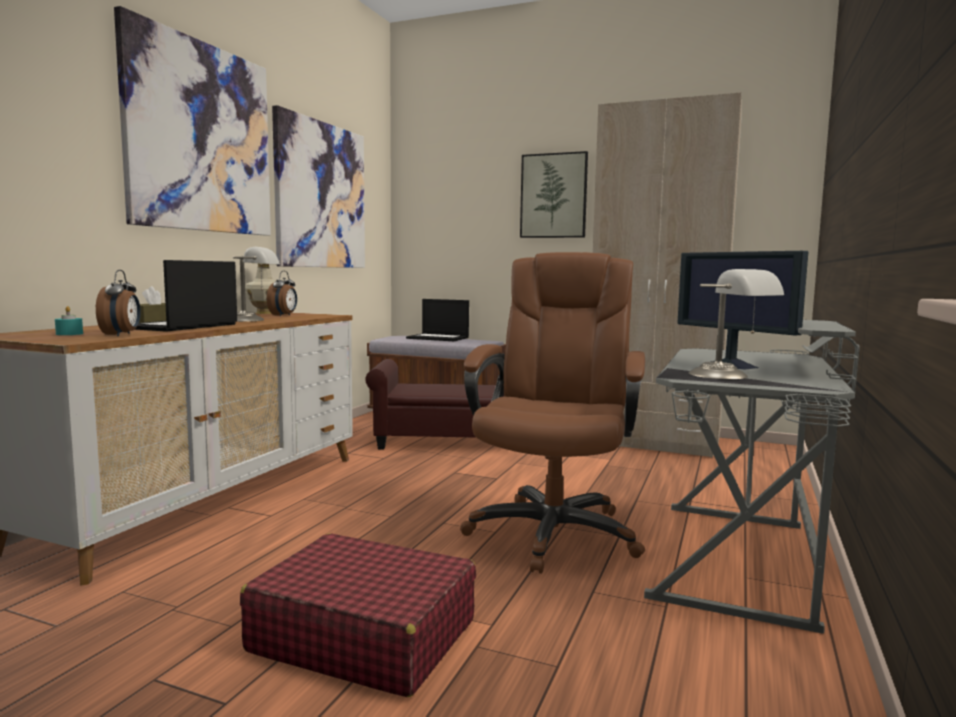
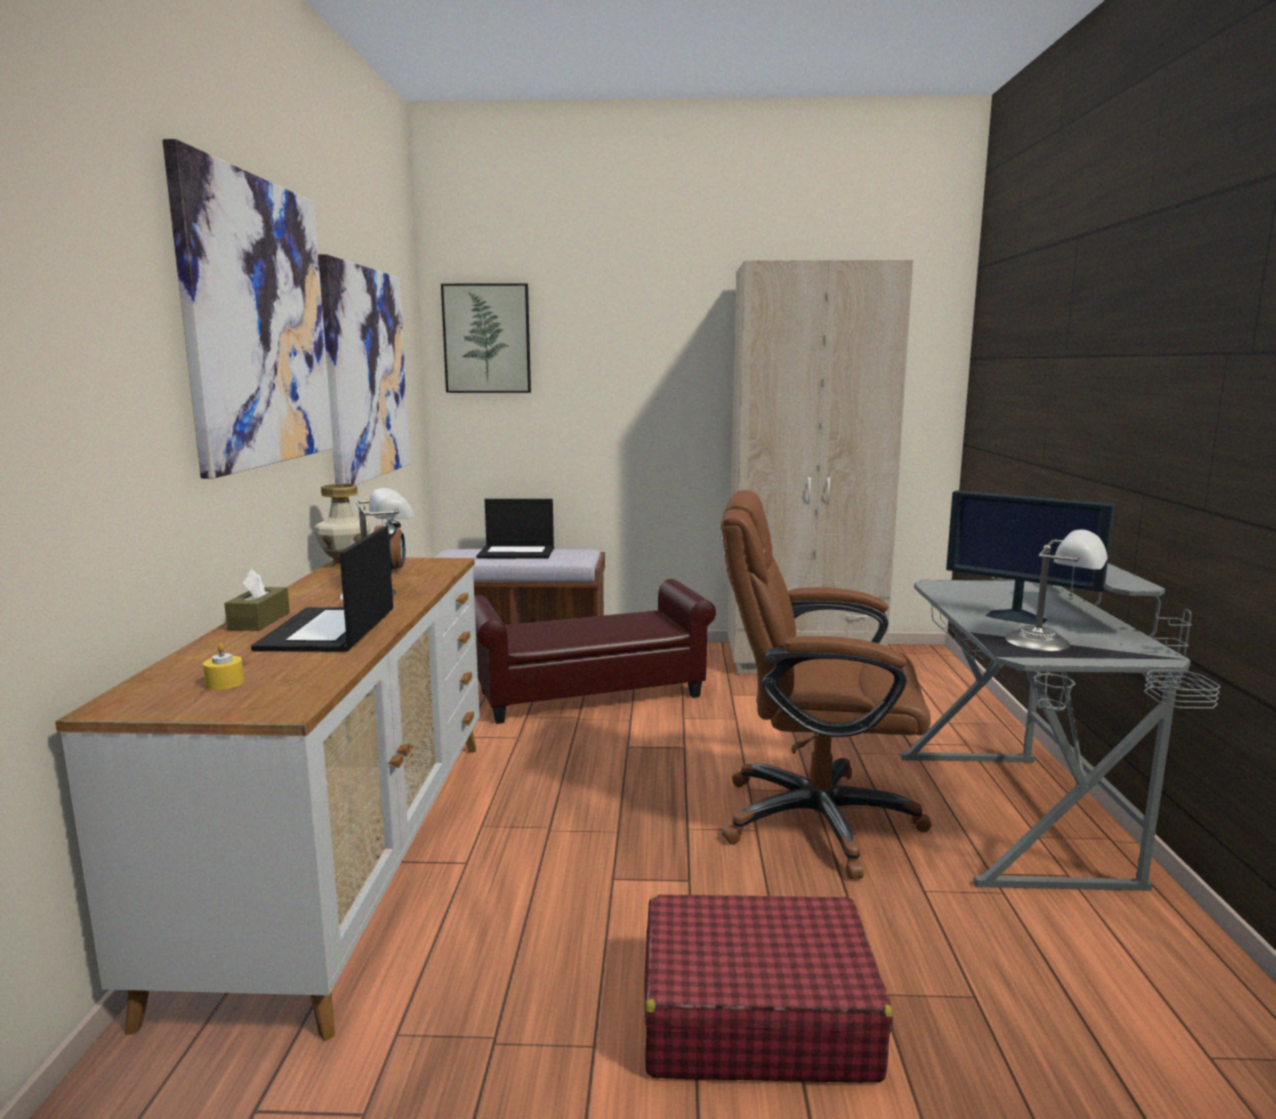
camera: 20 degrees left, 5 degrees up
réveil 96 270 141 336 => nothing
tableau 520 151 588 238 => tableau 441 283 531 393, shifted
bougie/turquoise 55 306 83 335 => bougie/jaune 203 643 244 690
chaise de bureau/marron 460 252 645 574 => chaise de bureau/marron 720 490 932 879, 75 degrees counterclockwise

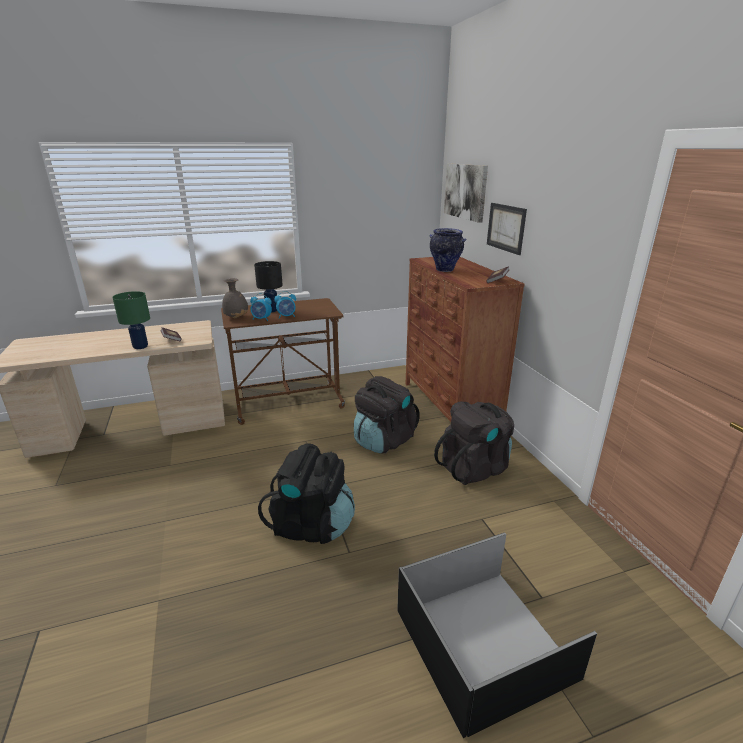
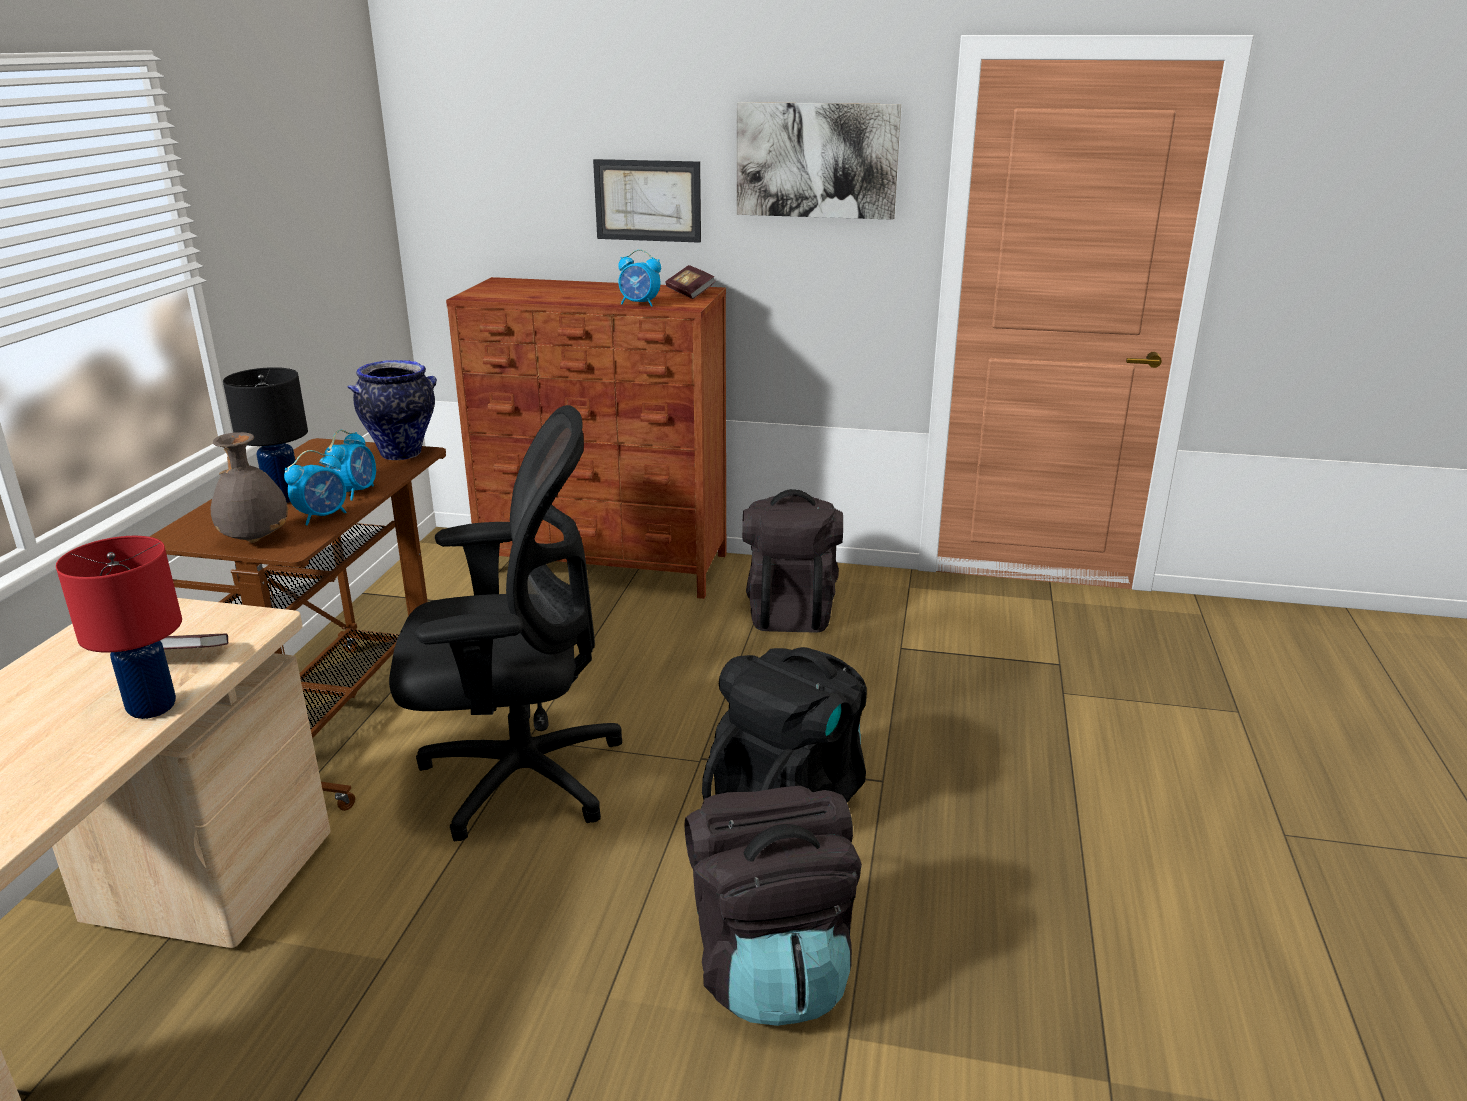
camera: 60 degrees left, 0 degrees up
boîte de rangement/noir 397 532 597 738 => nothing
nothing => chaise de bureau/noir 389 405 622 842
nothing => réveil 618 249 661 307
sac à dos/noir 354 376 420 453 => sac à dos/noir 685 786 862 1026, shifted
vase 430 228 467 272 => vase 348 360 437 460, shifted
tableau 444 163 488 223 => tableau 737 102 901 220, shifted
lampe de table/vert 112 291 150 349 => lampe de table/rouge 56 536 182 719

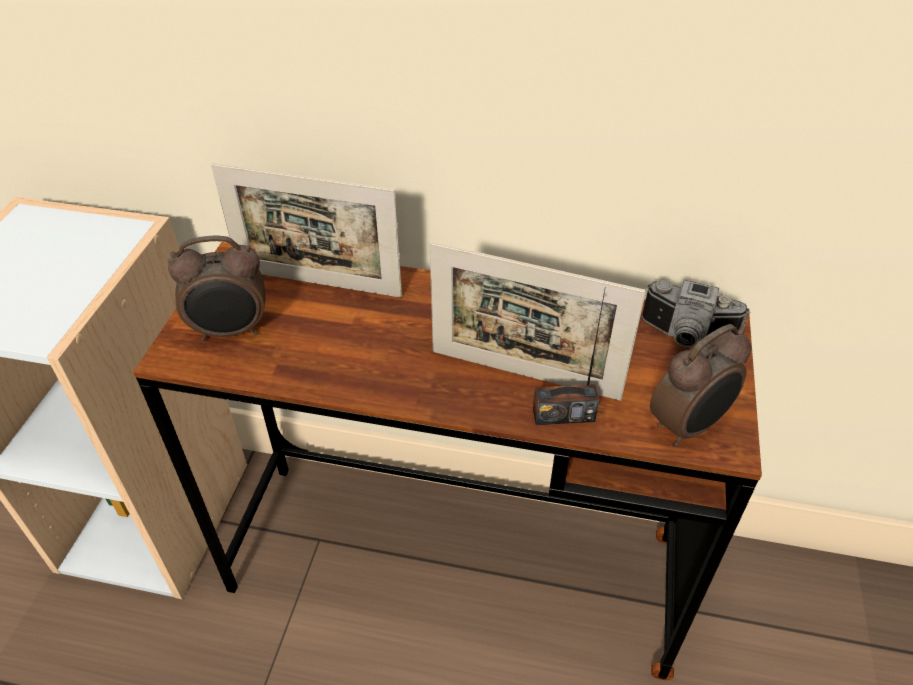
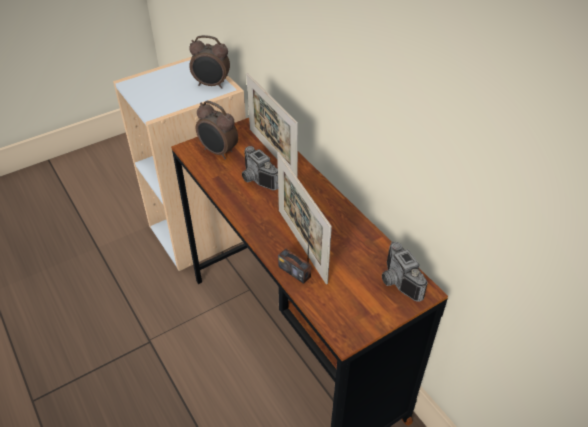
camera: 45 degrees right, 0 degrees up
nothing => appareil photo 242 146 278 190
réveil 650 324 752 447 => réveil 189 35 230 89, shifted

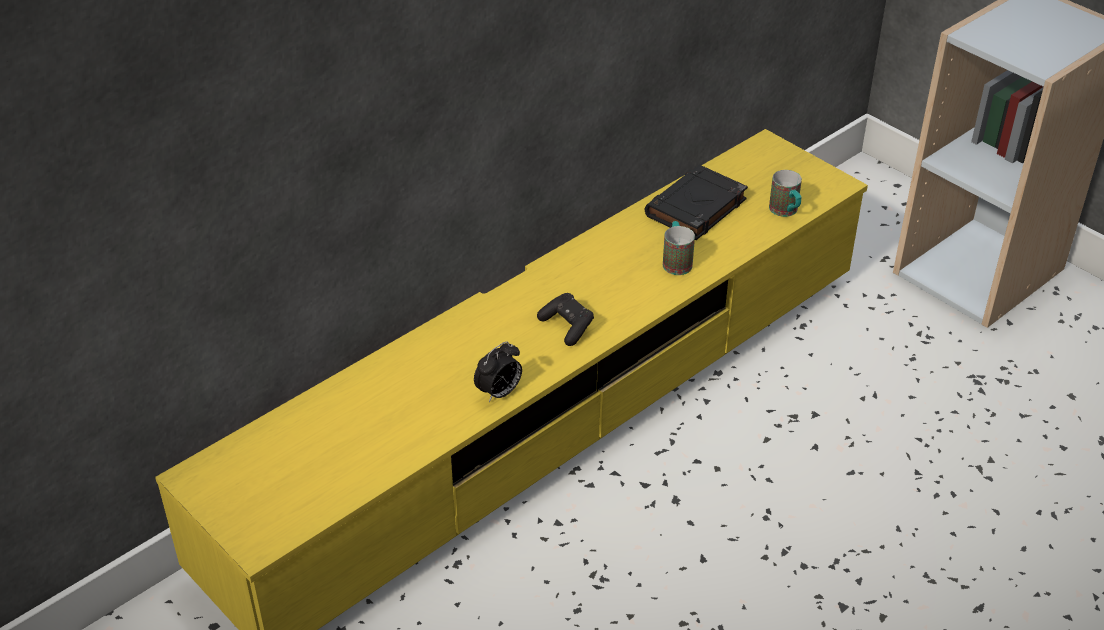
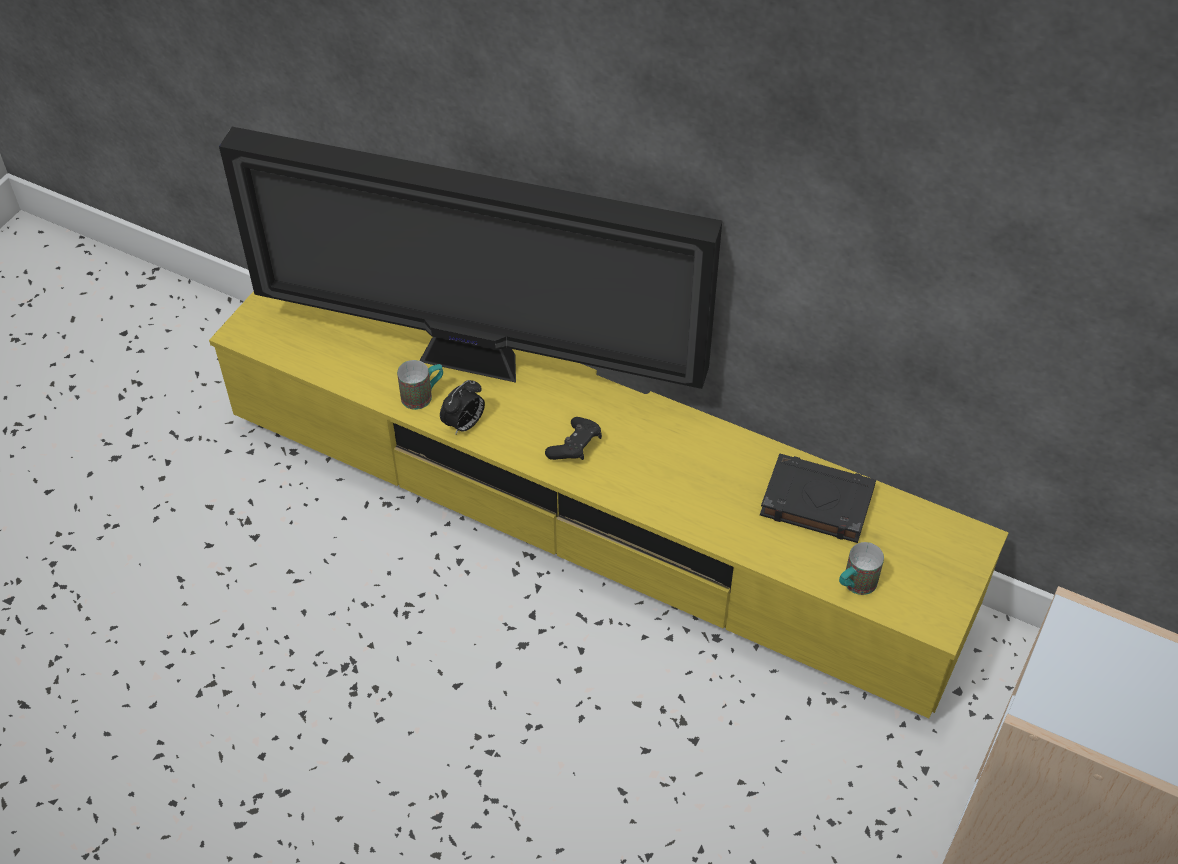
camera: 70 degrees right, 10 degrees up
nothing => téléviseur 219 127 722 389
mug 663 221 695 275 => mug 397 360 443 410, shifted
réveil 474 342 522 402 => réveil 440 380 485 435, 75 degrees counterclockwise

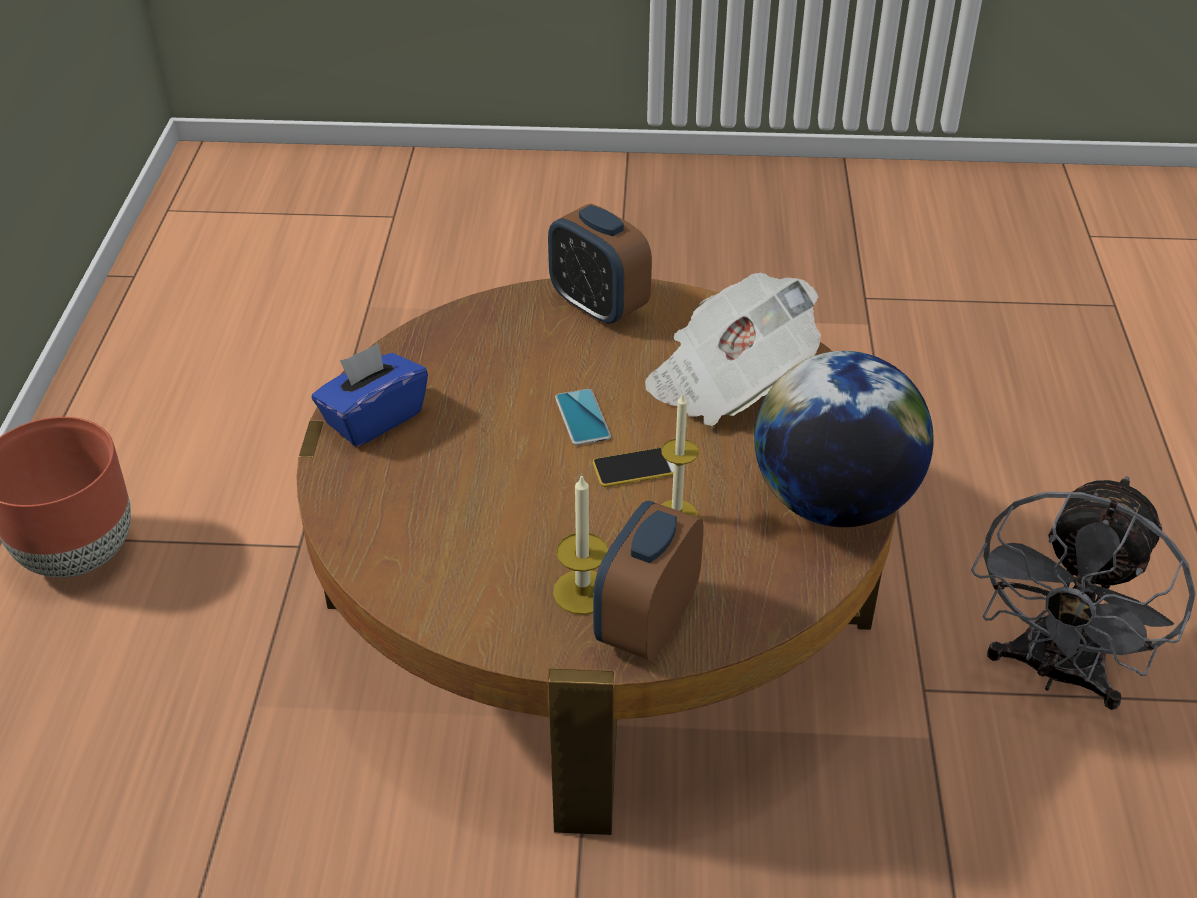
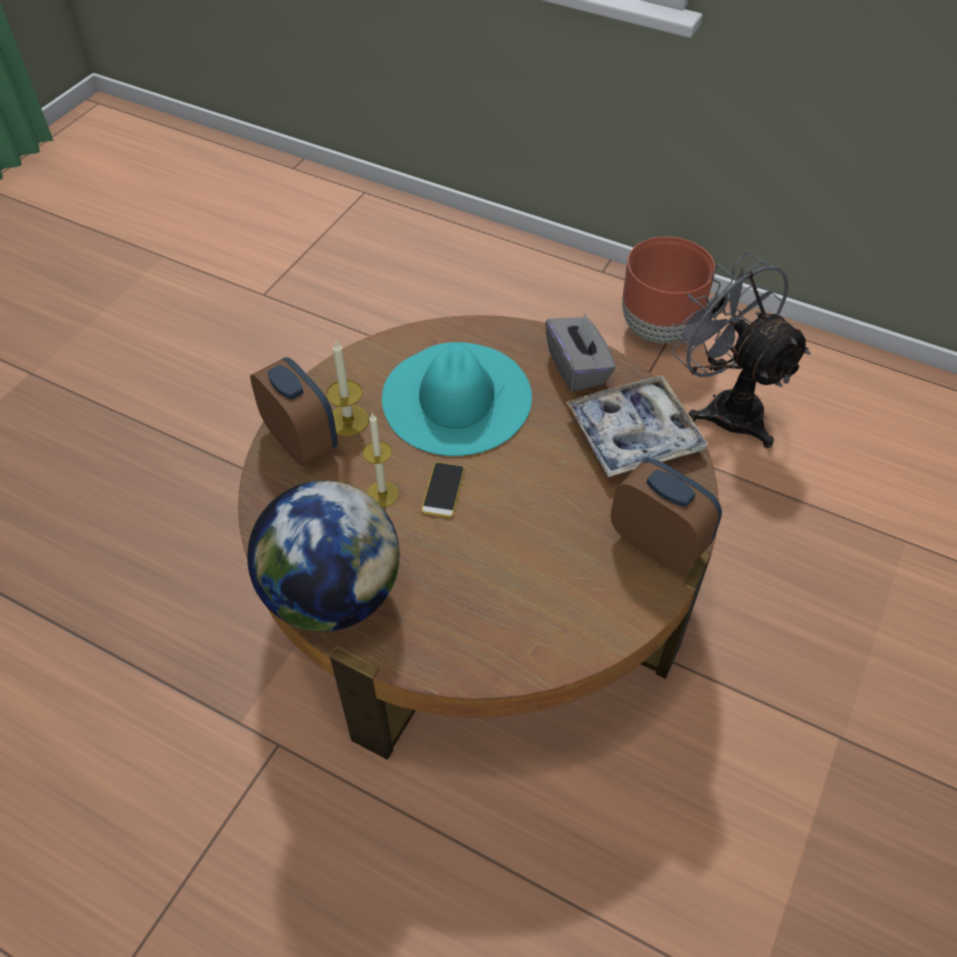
camera: 115 degrees right, 10 degrees up
téléphone 555 389 611 445 => nothing
journal 645 272 821 426 => nothing
nothing => chapeau/turquoise 382 342 532 456
nothing => plateau 566 375 708 478
ventilateur/gris 971 476 1196 710 => ventilateur/gris 670 251 811 448, shifted
boîte à mouchoirs/bleu 312 343 428 447 => boîte à mouchoirs/gris 545 313 616 392
réveil 548 204 652 326 => réveil 611 459 722 573, 60 degrees clockwise

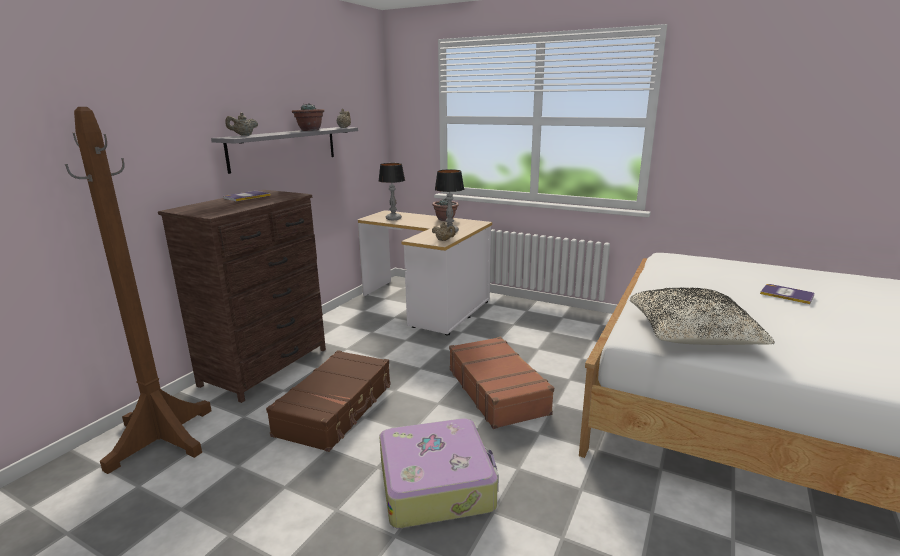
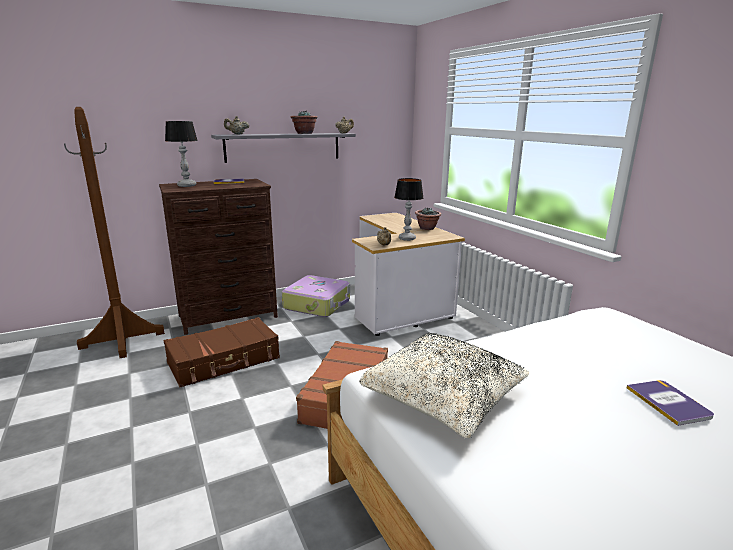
camera: 35 degrees right, 0 degrees up
lampe de table 379 163 405 220 => lampe de table 165 121 198 187, shifted
valise 379 418 499 528 => valise 282 275 350 317, shifted

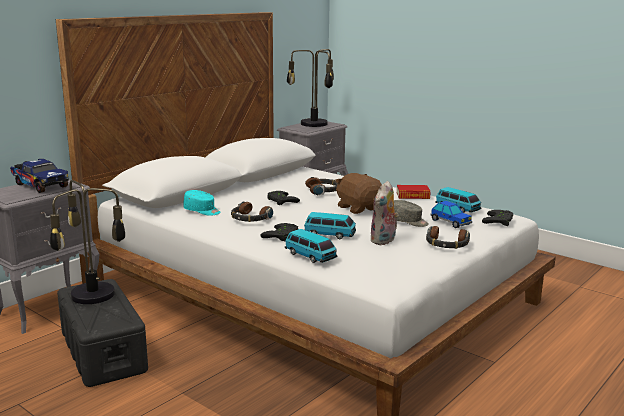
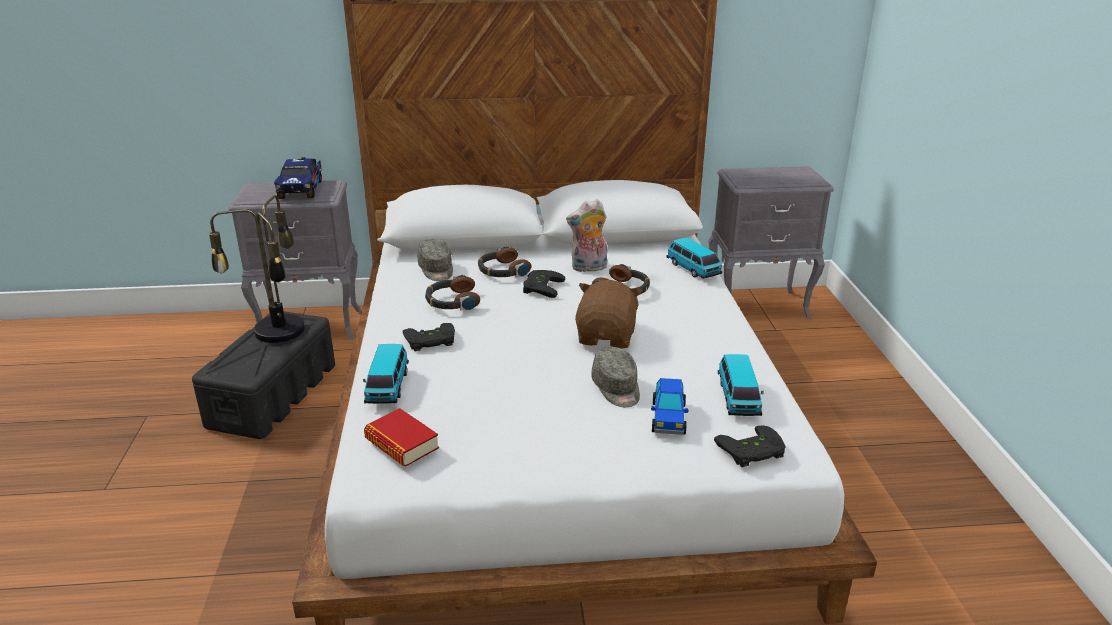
camera: 45 degrees right, 10 degrees up
lampe de table 287 49 334 127 => nothing
petite voiture 304 212 356 239 => petite voiture 667 237 722 279, shifted
peluche 371 181 399 245 => peluche 566 199 608 272, shifted
livre 397 185 430 199 => livre 364 408 439 467, shifted
casque audio 426 226 470 249 => casque audio 478 246 532 277, shifted
casquette/turquoise 183 190 220 216 => casquette/gris 418 239 453 281

